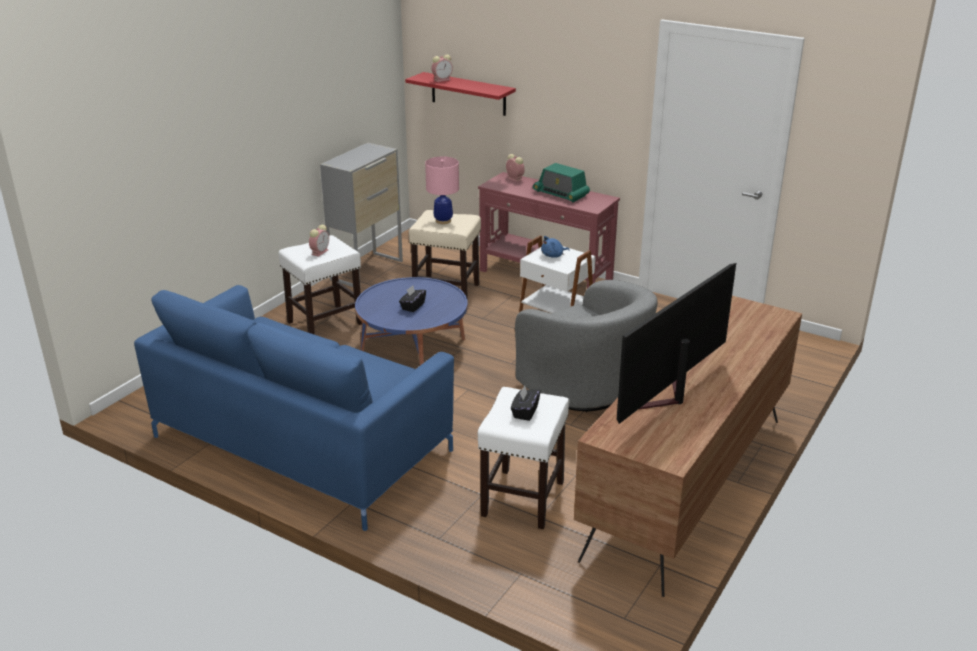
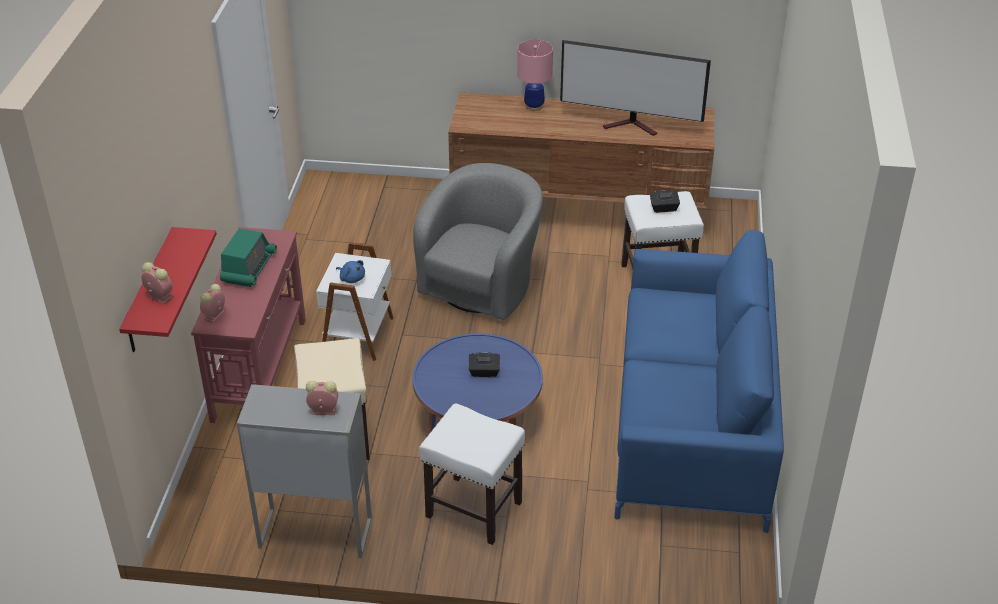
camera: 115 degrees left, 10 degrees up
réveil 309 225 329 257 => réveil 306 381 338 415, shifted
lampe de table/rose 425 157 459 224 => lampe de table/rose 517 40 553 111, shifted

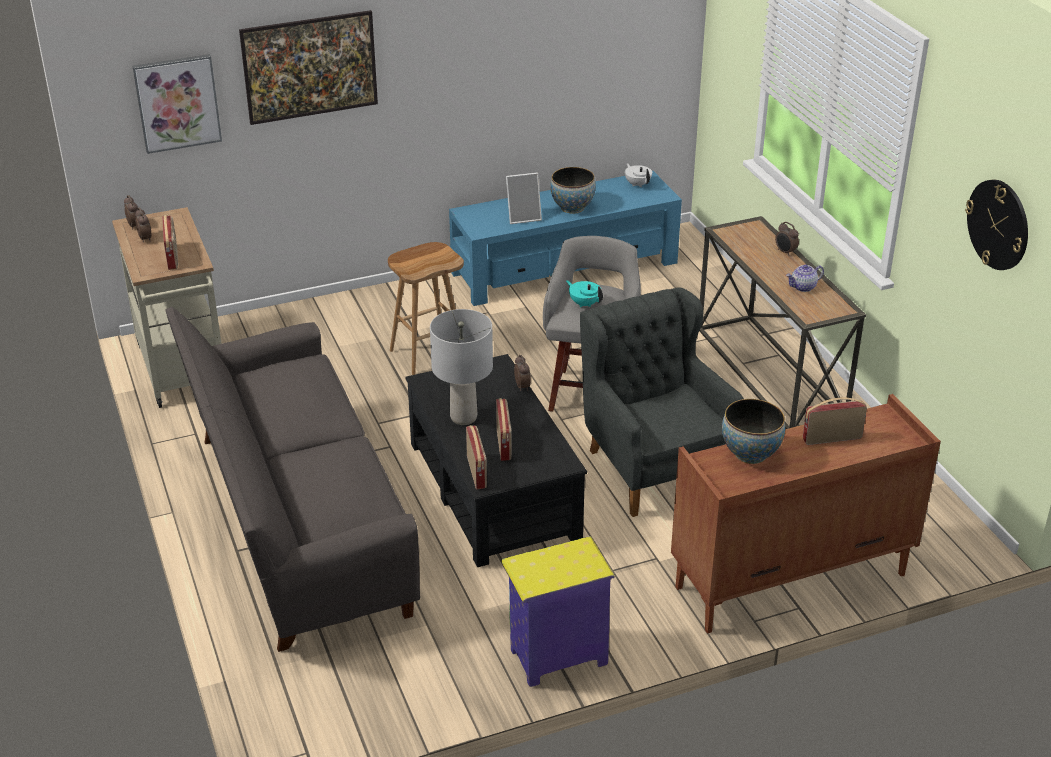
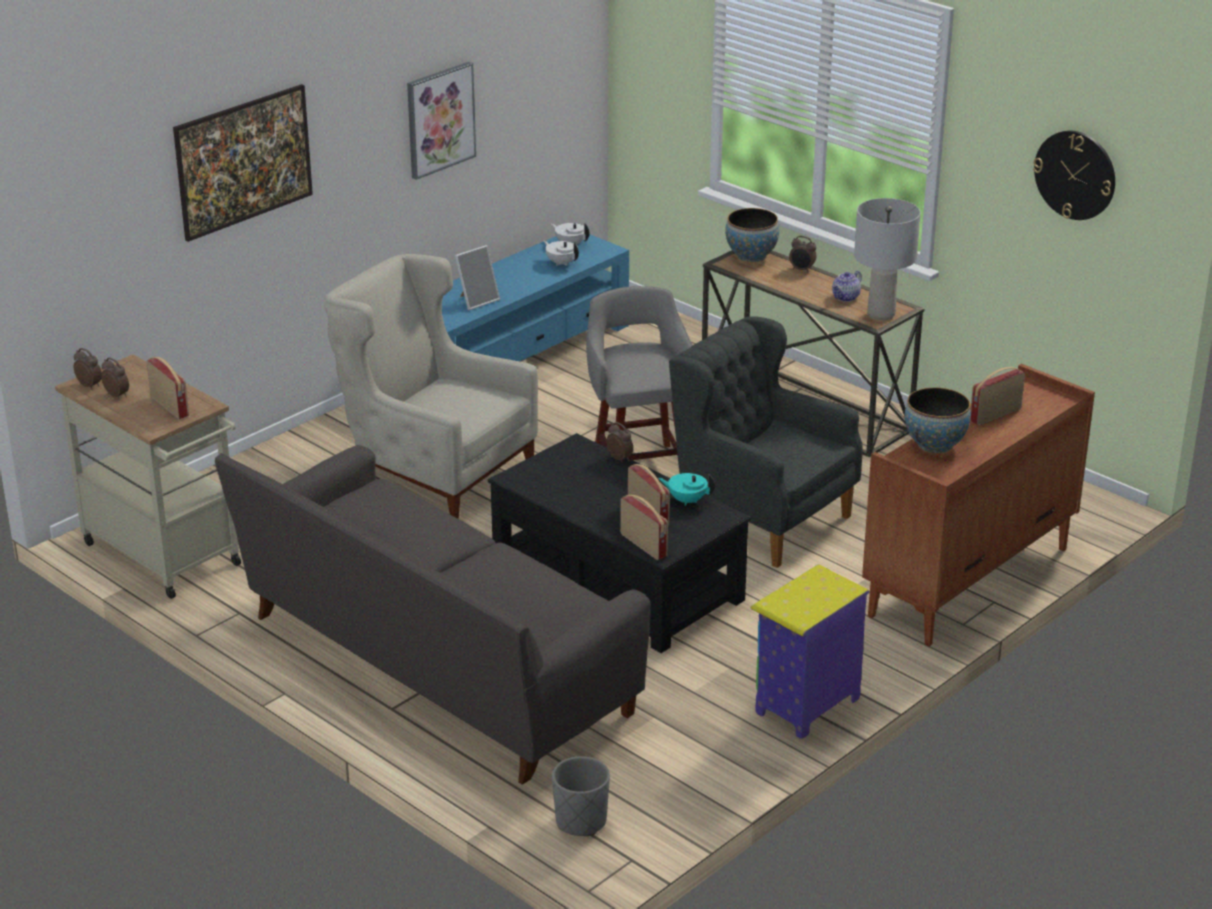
camera: 25 degrees left, 5 degrees down
nothing => théière/blanc 544 240 579 266
nothing => cache-pot/gris 552 756 610 836
tableau 132 54 222 154 => tableau 407 62 476 180, shifted
lampe de table/gris 430 309 493 425 => lampe de table/gris 854 198 921 321, shifted
bol 550 167 596 214 => bol 725 208 779 263, shifted
théière/turquoise 566 280 603 307 => théière/turquoise 658 473 715 506, shifted
tabouret/marron 388 242 464 375 => fauteuil/beige 325 254 538 519

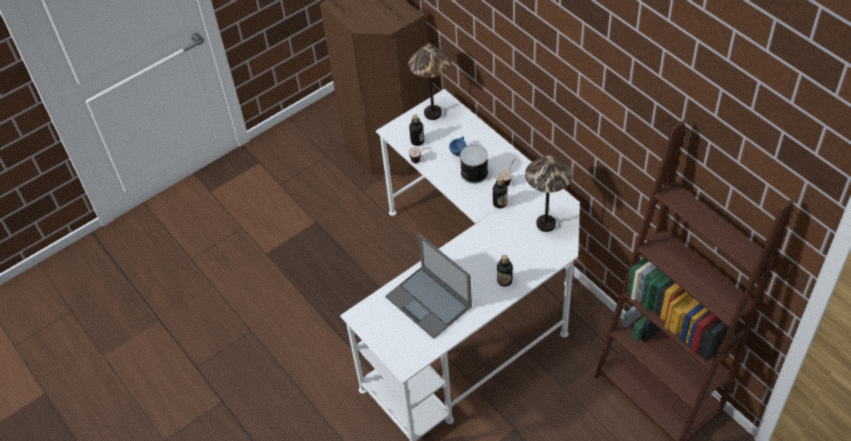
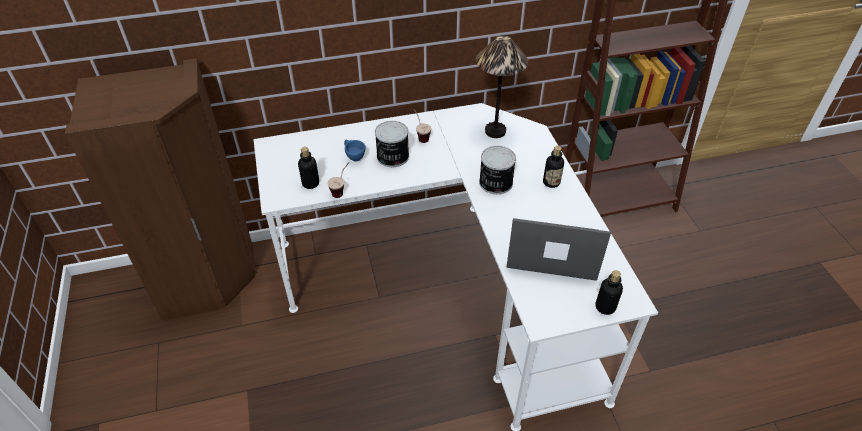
camera: 70 degrees left, 5 degrees down
lampe de table 408 44 451 120 => nothing
nothing => boîte métallique 479 146 516 194
bouteille 493 177 508 209 => bouteille 595 270 623 315, shifted
ordinateur portable 385 235 472 339 => ordinateur portable 507 218 611 281, 150 degrees counterclockwise

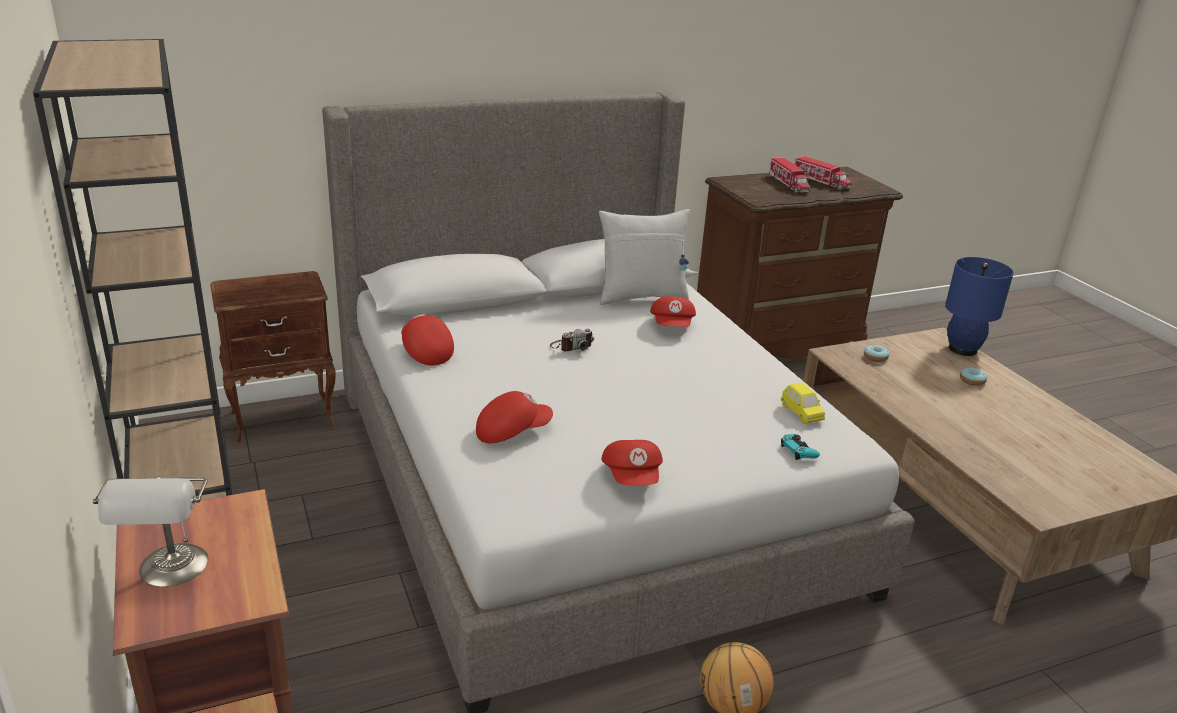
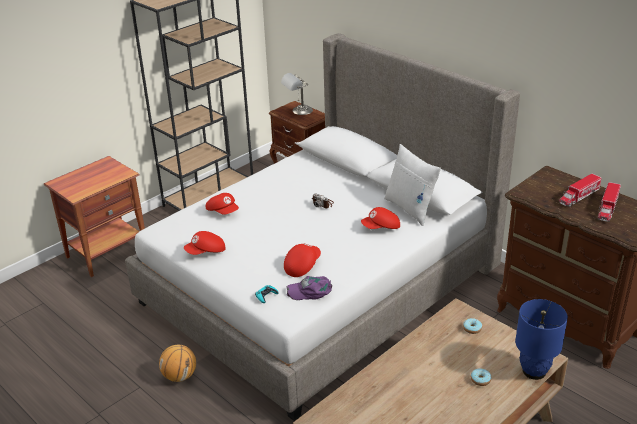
camera: 70 degrees right, 5 degrees up
lampe de table/blanc 93 476 208 587 => lampe de table/blanc 281 73 313 115, shifted
casquette/rouge 401 314 454 365 => casquette/rouge 284 243 321 277, shifted
petite voiture/jaune 781 382 825 424 => casquette/violet 287 276 332 300

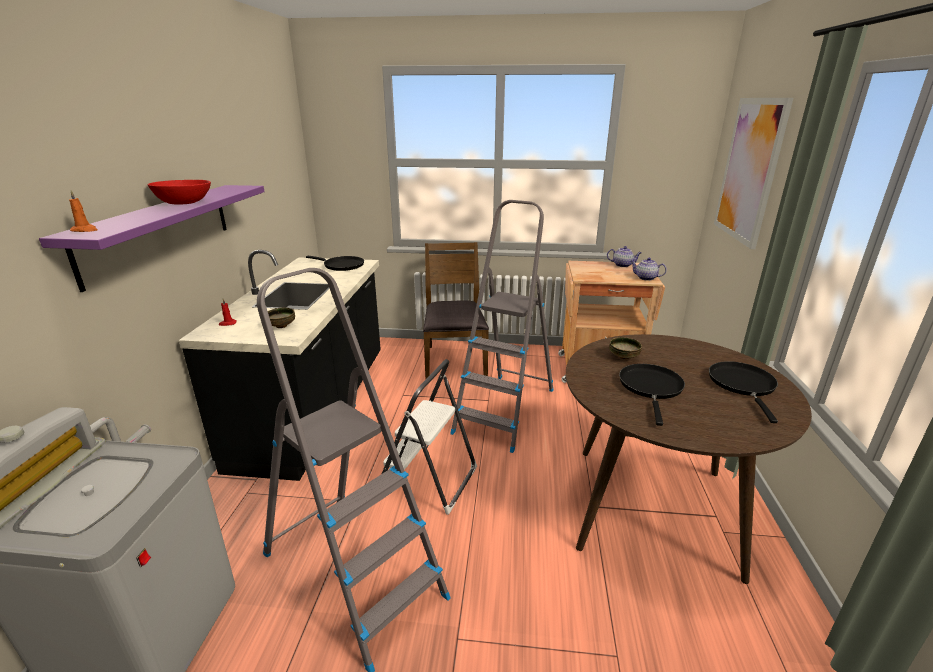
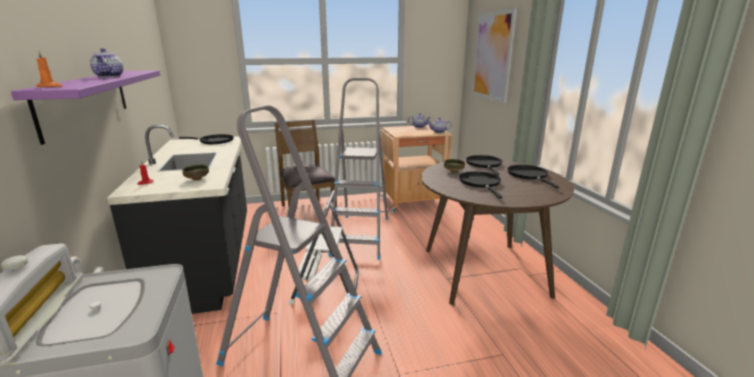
camera: 20 degrees left, 5 degrees down
nothing => poêle/noir 466 155 502 176
bol/rouge 148 180 211 204 => théière 90 48 123 77

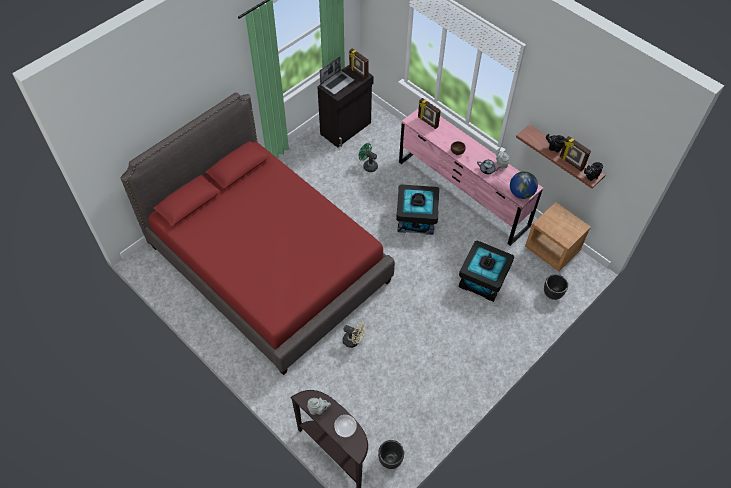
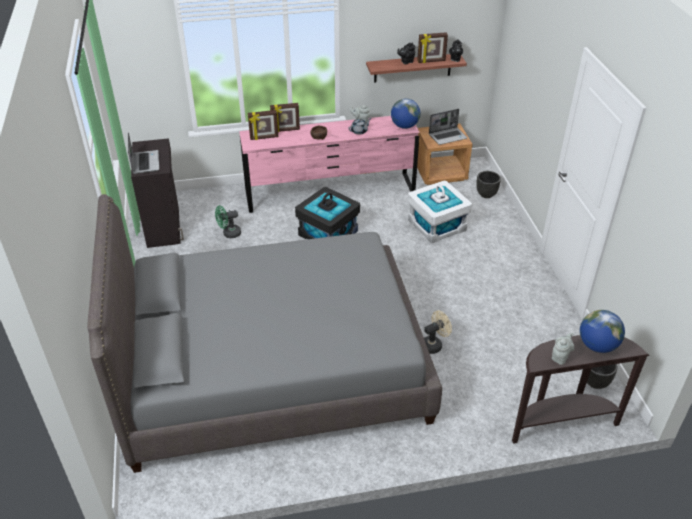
camera: 55 degrees left, 15 degrees down
nothing => ordinateur portable 429 109 468 145
cadre photo 349 48 369 79 => cadre photo 270 103 300 132, shifted
bol 334 415 357 437 => globe 580 310 625 353
lit/rouge 121 93 395 375 => lit/gris 87 194 442 473
boîte de rangement/noir 459 241 514 302 => boîte de rangement/blanc 408 181 472 244

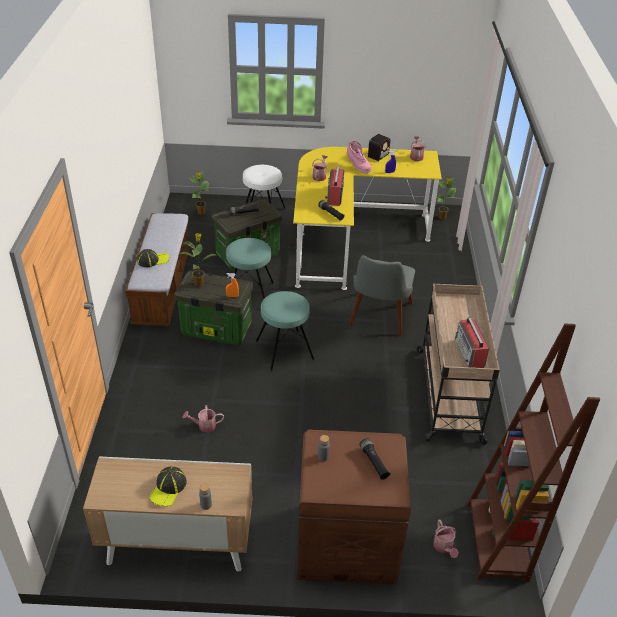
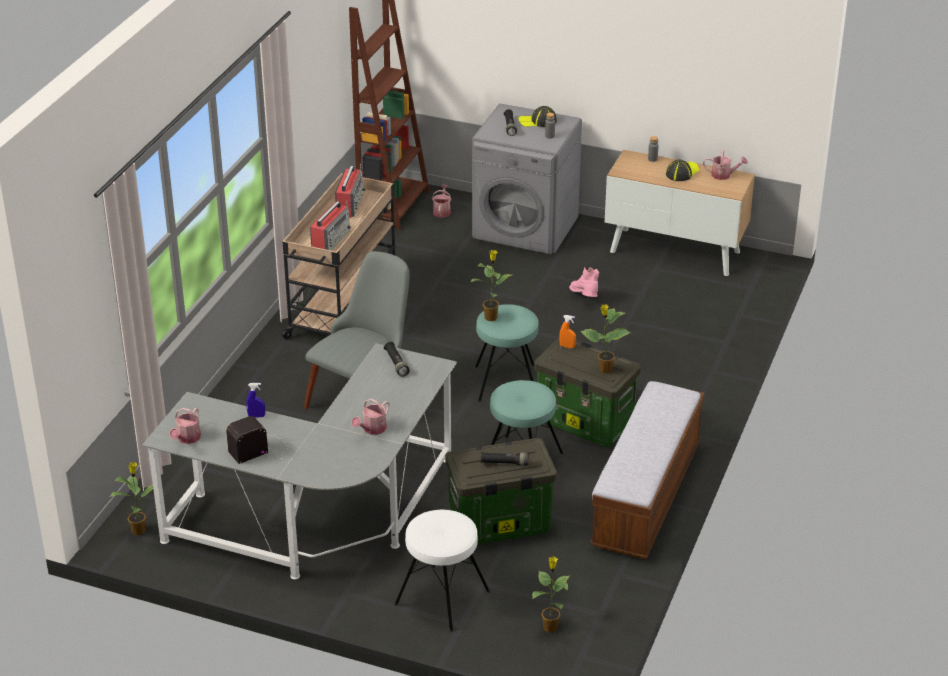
camera: 160 degrees left, 5 degrees down
nothing => plante en pot 471 250 512 321
casquette 137 249 169 267 => casquette 518 106 557 127, shifted
arrosoir 183 405 224 432 => arrosoir 703 149 748 180, shifted
radio 325 166 344 206 => radio 310 201 351 250, shifted
botte/rose 347 141 372 173 => botte/rose 569 267 600 297, shifted
bureau/jaune 293 147 442 290 => bureau/gris 142 343 457 579
lave-linge/marron 297 430 411 584 => lave-linge/gris 472 104 582 254

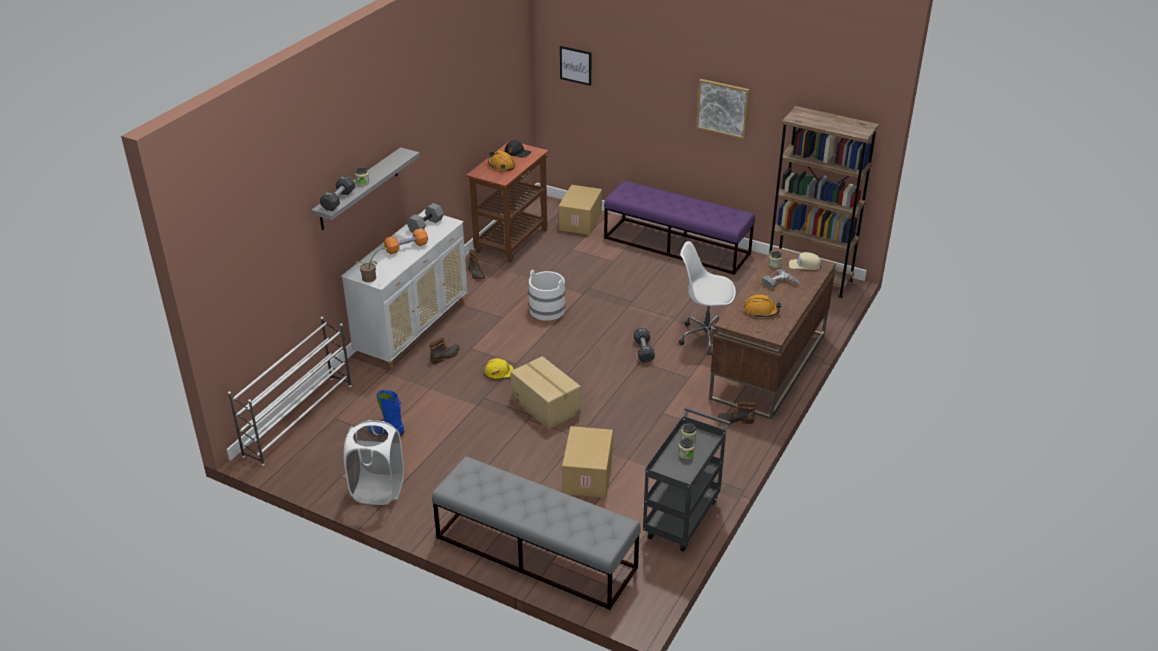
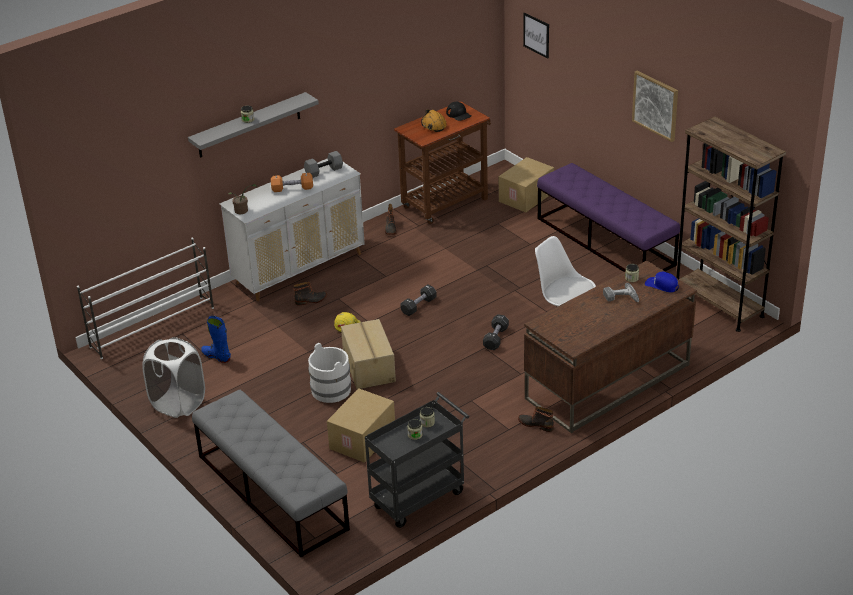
camera: 25 degrees right, 0 degrees up
casque de chantier/orange 743 294 782 318 => nothing
haltère/noir 320 176 355 211 => haltère/noir 400 284 437 316, shifted
seau/blanc 528 270 566 321 => seau/blanc 308 343 351 403, shifted
casquette/beige 789 252 821 270 => casquette/bleu 645 272 679 292

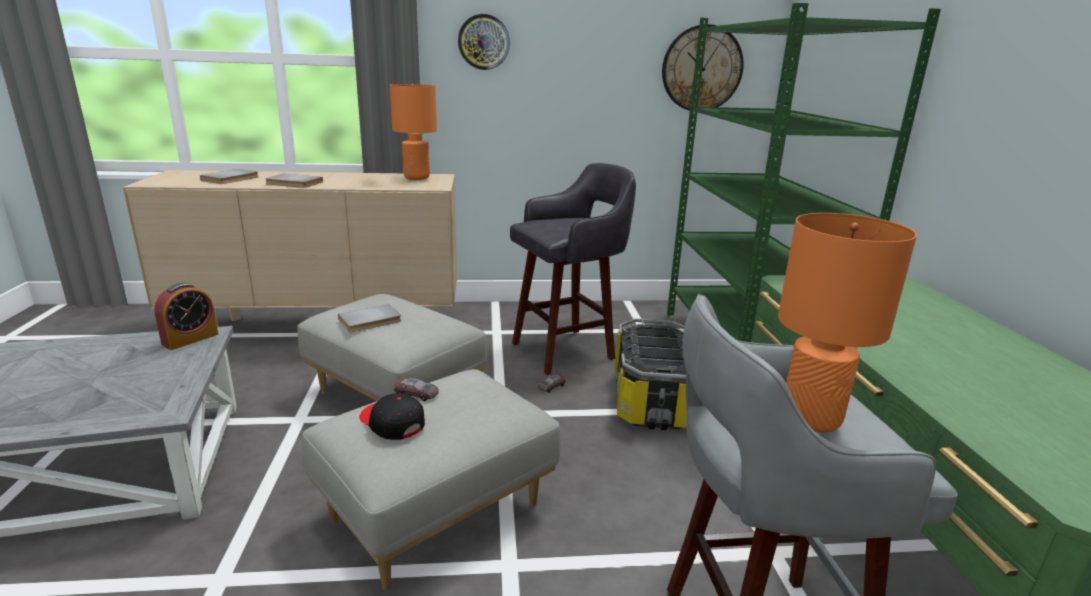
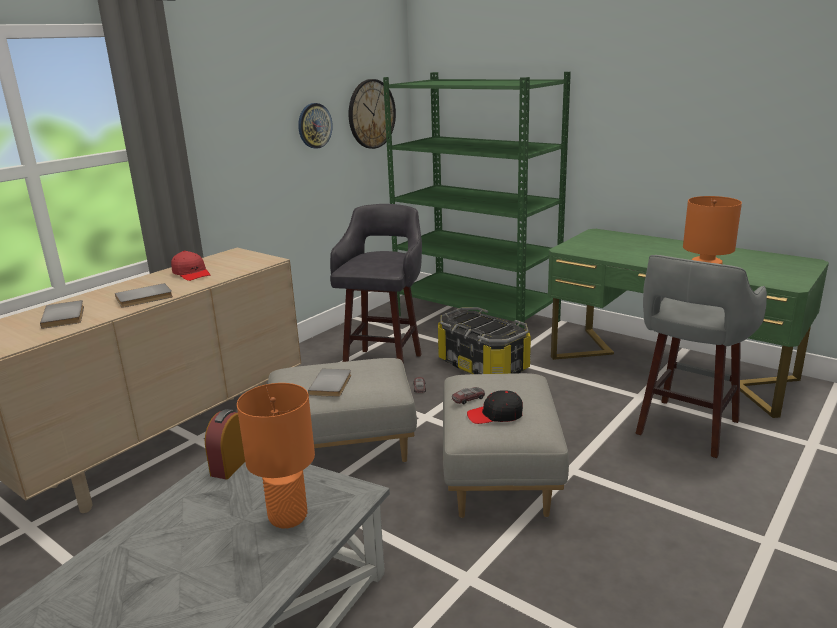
camera: 45 degrees left, 0 degrees up
nothing => casquette/rouge 171 251 210 281
lampe de table/orange 390 84 437 180 => lampe de table/orange 237 383 315 529, shifted
horloge murale 458 14 510 70 => horloge murale 298 103 333 149, shifted
réveil 154 283 218 350 => réveil 205 409 245 479, 150 degrees counterclockwise

